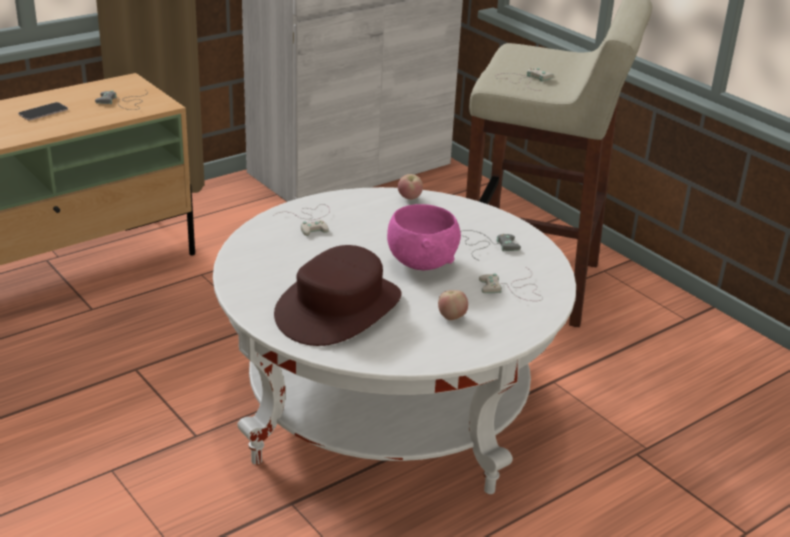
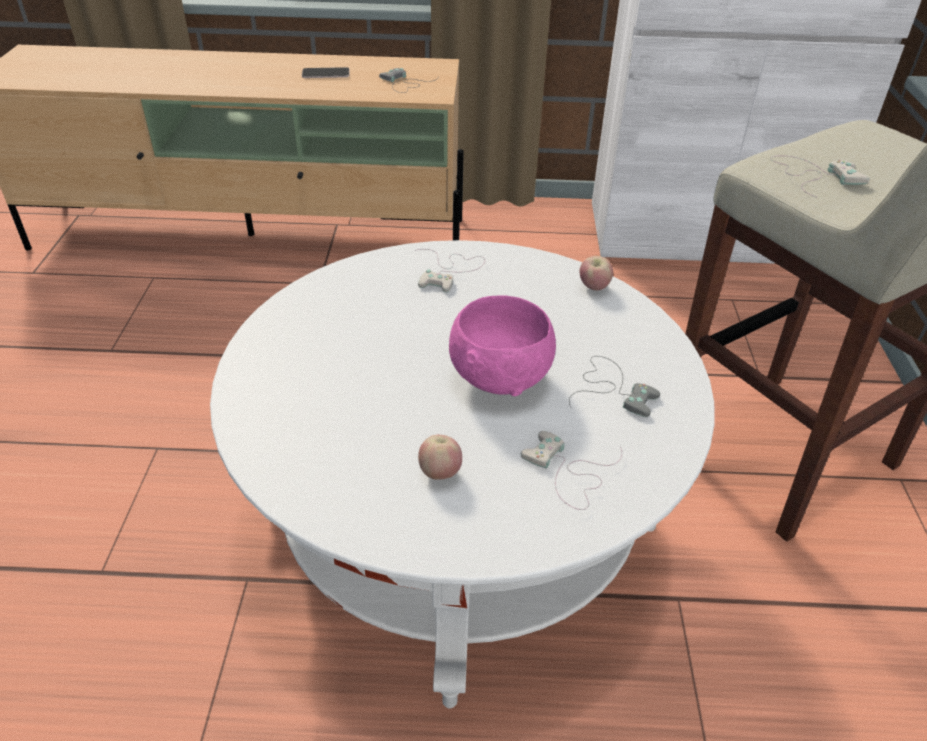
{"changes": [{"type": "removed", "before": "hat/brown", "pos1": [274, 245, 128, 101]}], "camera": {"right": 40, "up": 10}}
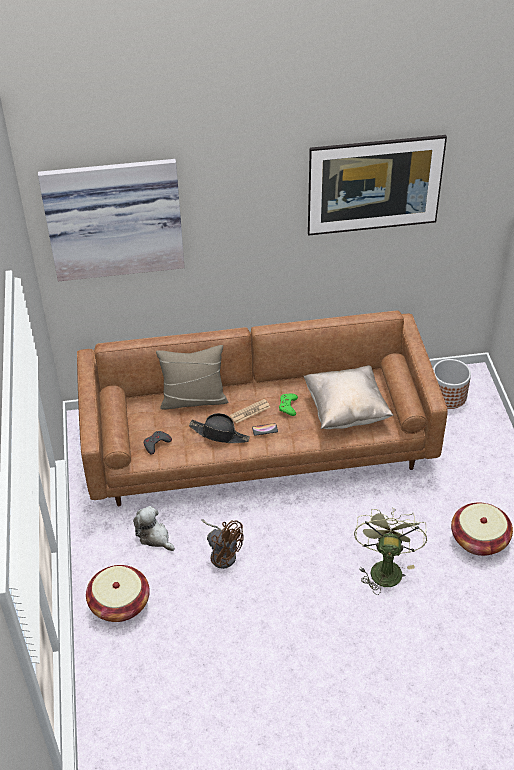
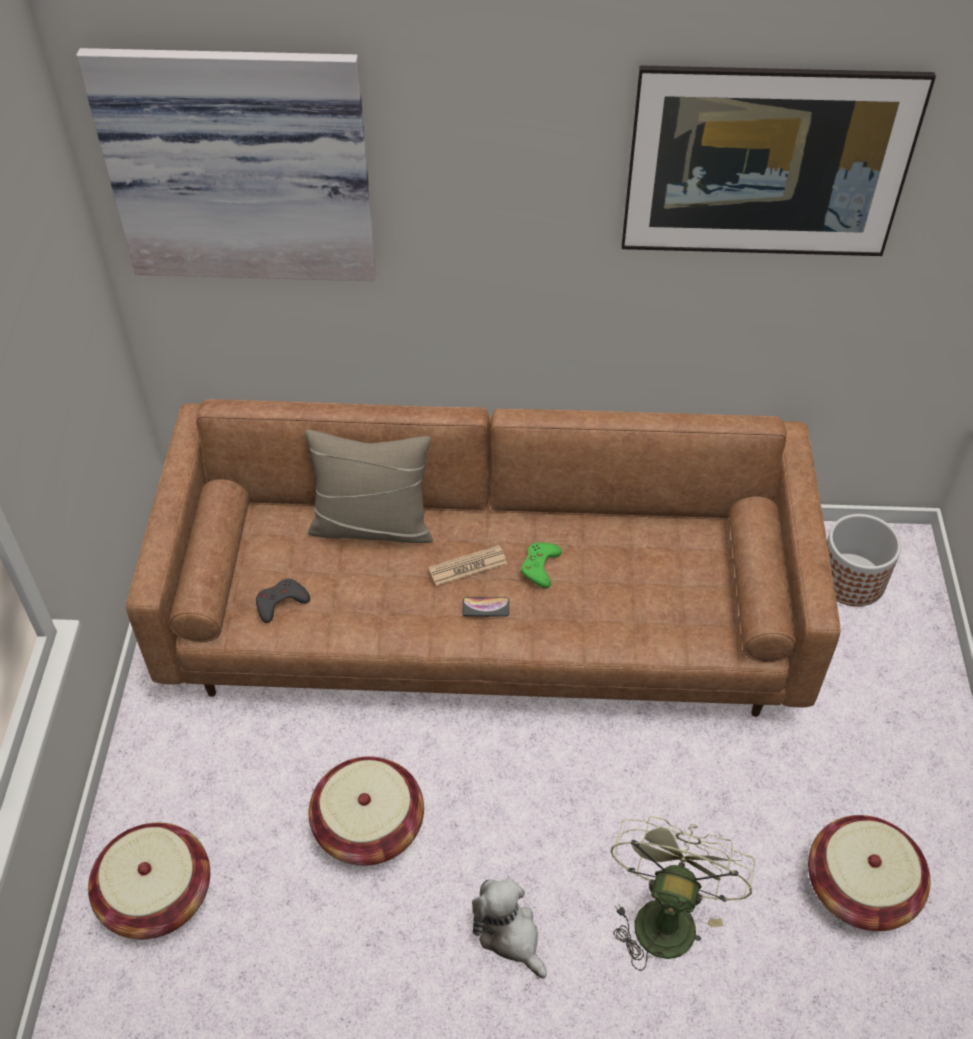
{"changes": [{"type": "replaced", "before": "fan/brown", "after": "basket", "pos1": [201, 519, 43, 50], "pos2": [309, 756, 115, 110]}, {"type": "moved", "before": "plush toy", "pos1": [133, 506, 42, 45], "pos2": [472, 878, 75, 101]}, {"type": "removed", "before": "hat/black", "pos1": [189, 413, 61, 30]}, {"type": "removed", "before": "pillow/beige", "pos1": [304, 365, 90, 64]}], "camera": {"right": 10, "up": 5}}
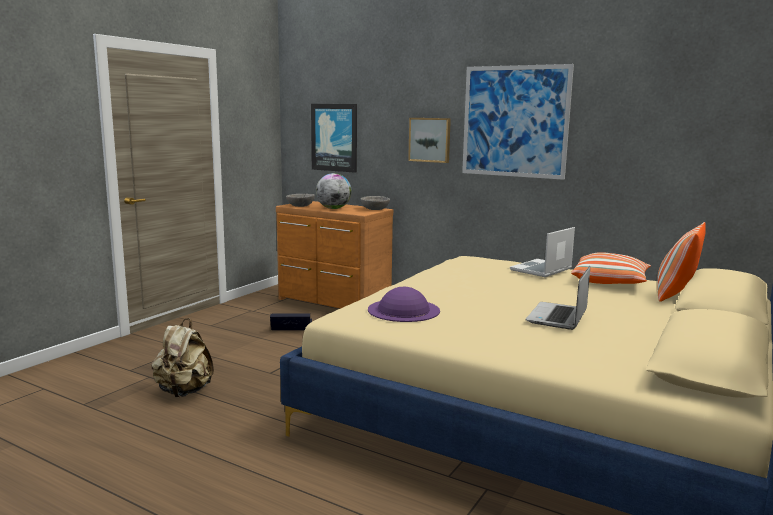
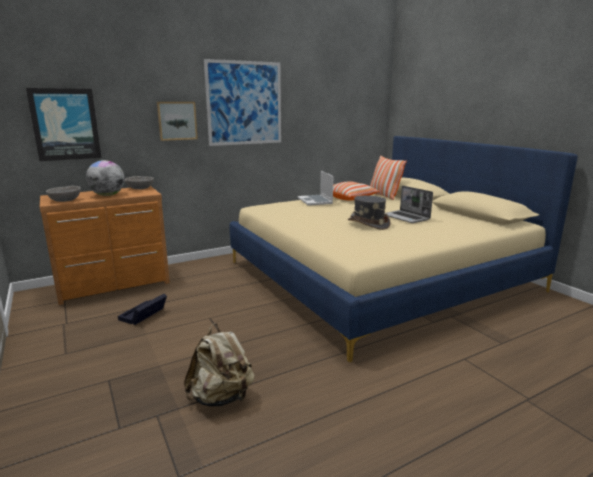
{"changes": [{"type": "added", "after": "hat/grey", "pos2": [348, 195, 43, 35]}, {"type": "removed", "before": "hat/purple", "pos1": [368, 287, 72, 35]}], "camera": {"right": -60, "up": 5}}
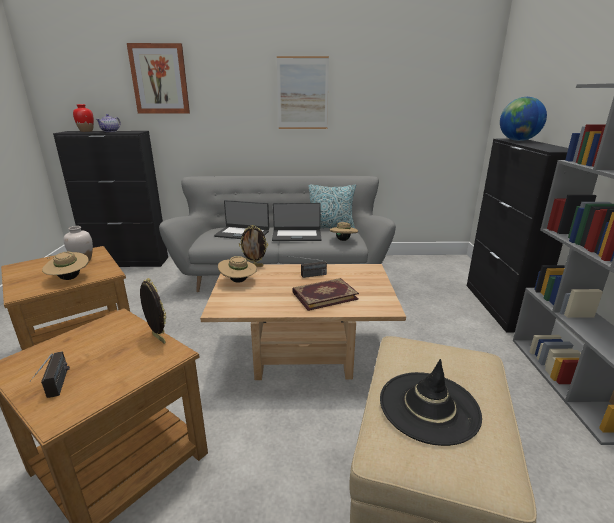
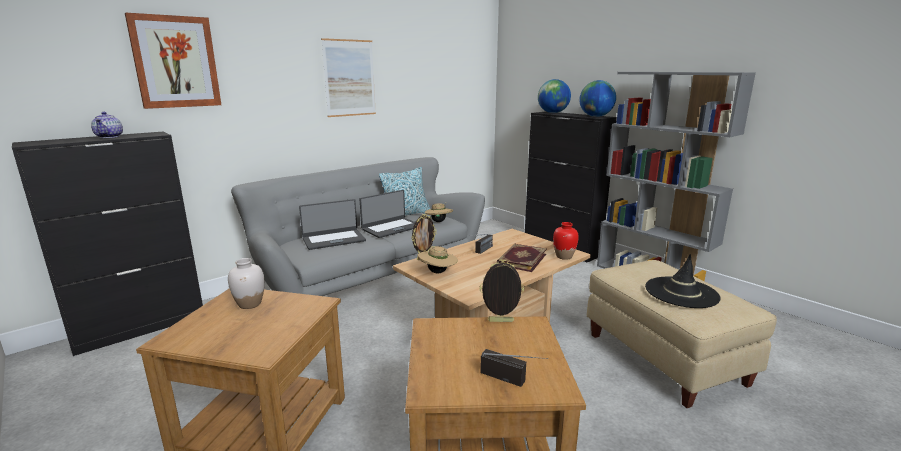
{"changes": [{"type": "moved", "before": "vase/red", "pos1": [73, 104, 21, 28], "pos2": [553, 222, 26, 38]}, {"type": "added", "after": "globe", "pos2": [579, 80, 37, 37]}, {"type": "removed", "before": "hat/beige", "pos1": [42, 252, 47, 28]}], "camera": {"right": -40, "up": -5}}
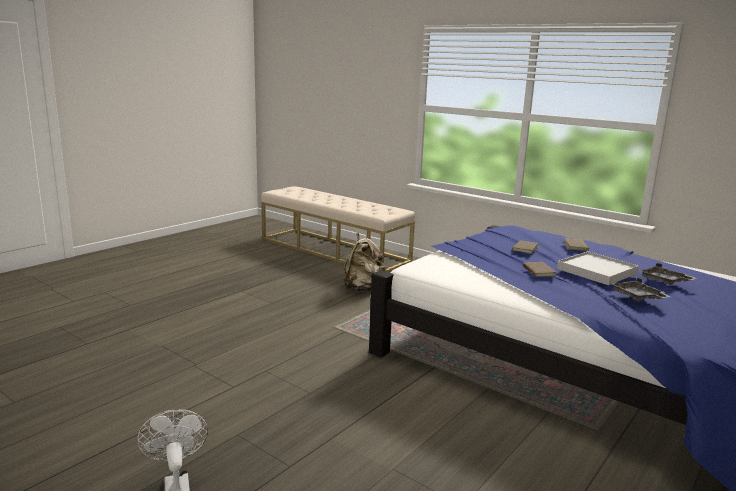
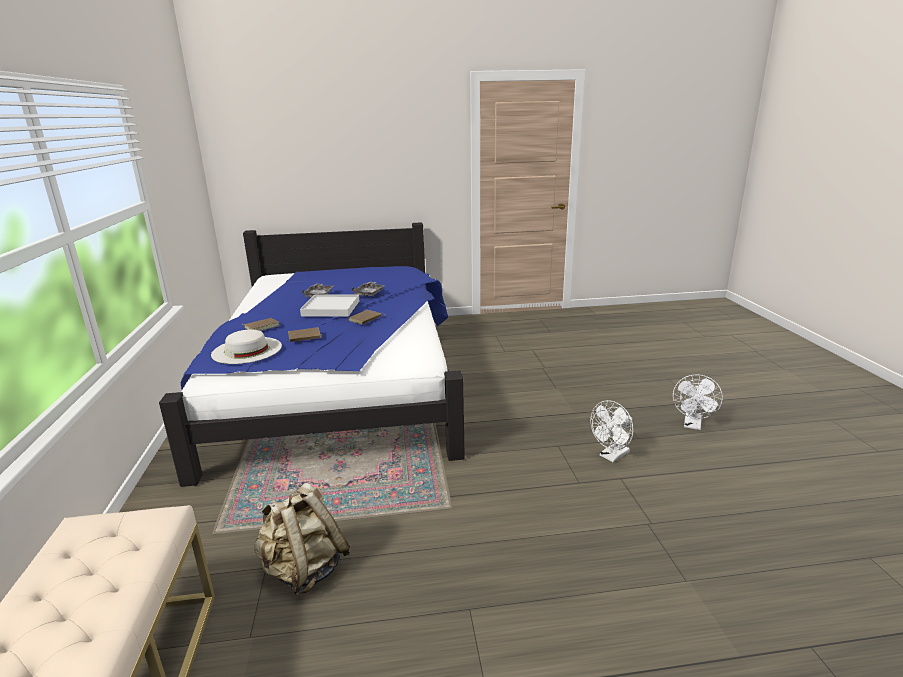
{"changes": [{"type": "added", "after": "hat/white", "pos2": [211, 330, 71, 34]}, {"type": "added", "after": "fan/white", "pos2": [590, 400, 44, 62]}], "camera": {"right": -135, "up": 5}}
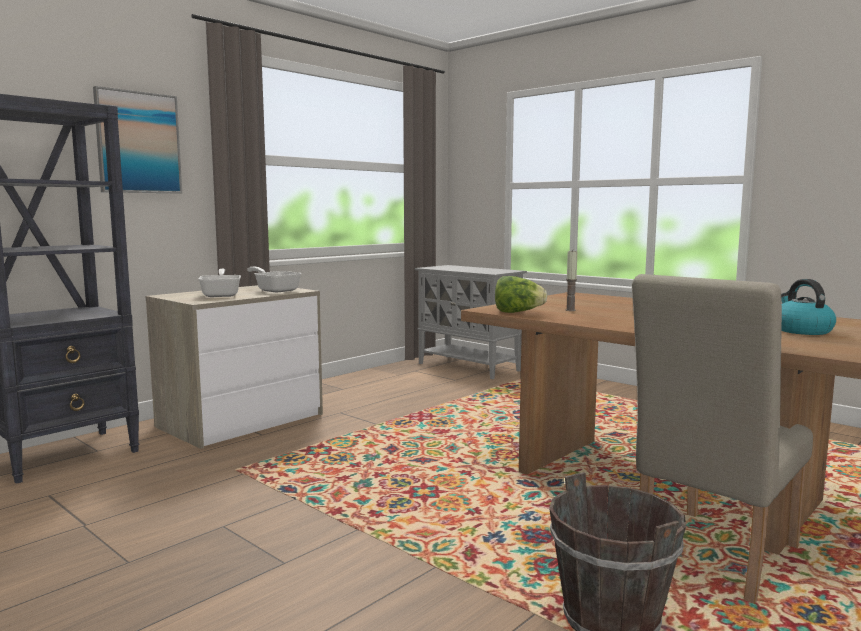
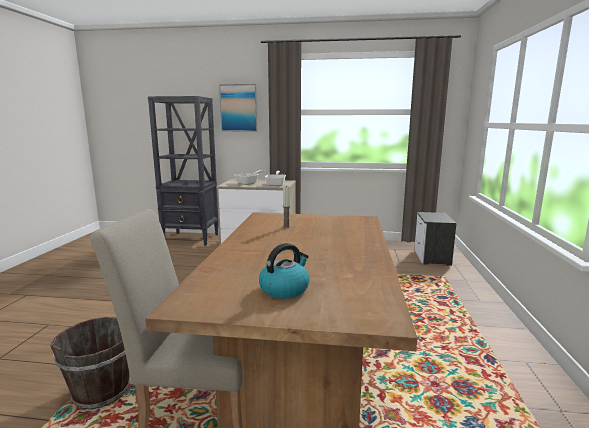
{"changes": [{"type": "replaced", "before": "cabinet/grey", "after": "nightstand", "pos1": [415, 265, 112, 114], "pos2": [414, 212, 43, 54]}, {"type": "removed", "before": "lettuce", "pos1": [495, 276, 52, 37]}], "camera": {"right": 55, "up": 5}}
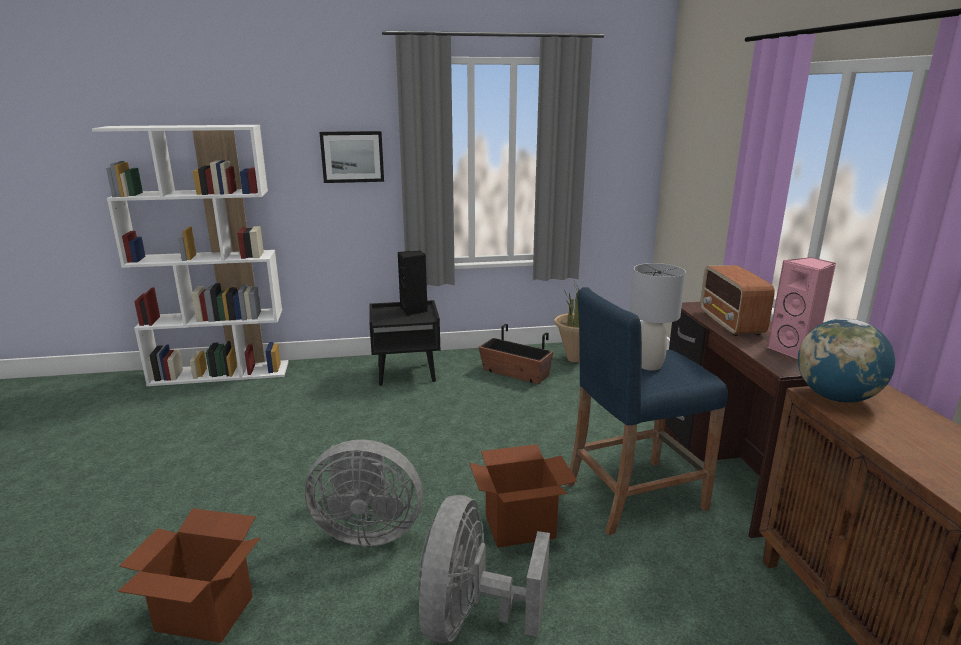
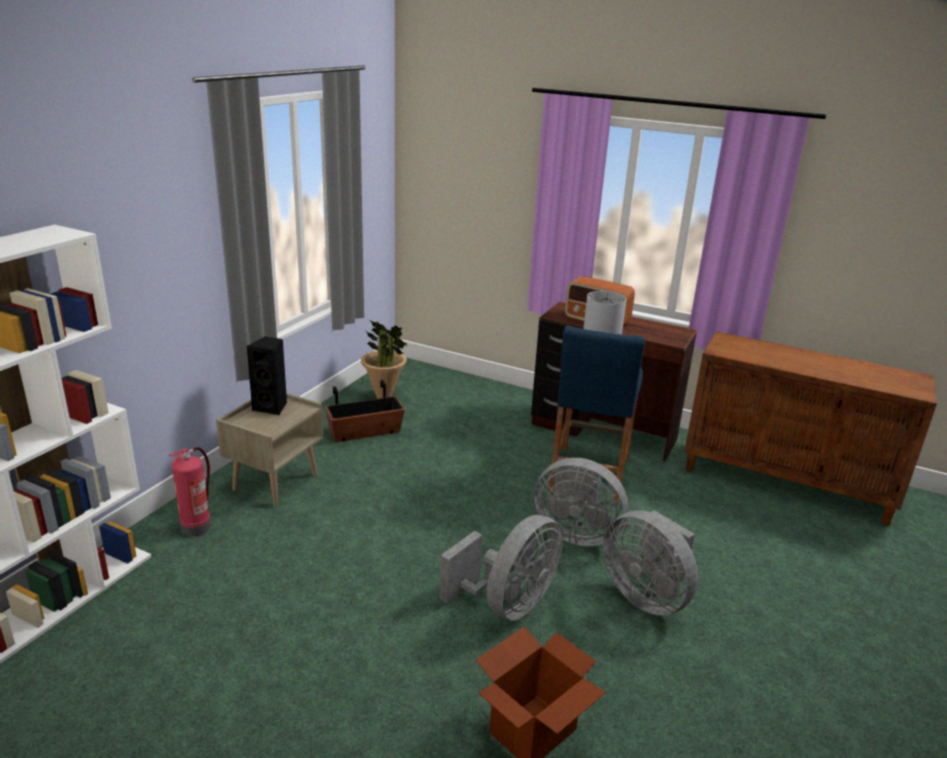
{"changes": [{"type": "added", "after": "fire extinguisher", "pos2": [169, 447, 42, 89]}, {"type": "recoloured", "before": "nightstand/black", "after": "nightstand/beige", "pos1": [369, 300, 71, 86], "pos2": [216, 393, 107, 113]}, {"type": "replaced", "before": "cardboard box", "after": "fan/grey", "pos1": [469, 444, 108, 104], "pos2": [534, 458, 95, 88]}, {"type": "removed", "before": "picture", "pos1": [319, 131, 65, 52]}, {"type": "removed", "before": "speaker/pink", "pos1": [767, 257, 69, 102]}, {"type": "removed", "before": "globe", "pos1": [798, 318, 97, 85]}], "camera": {"right": -55, "up": 5}}
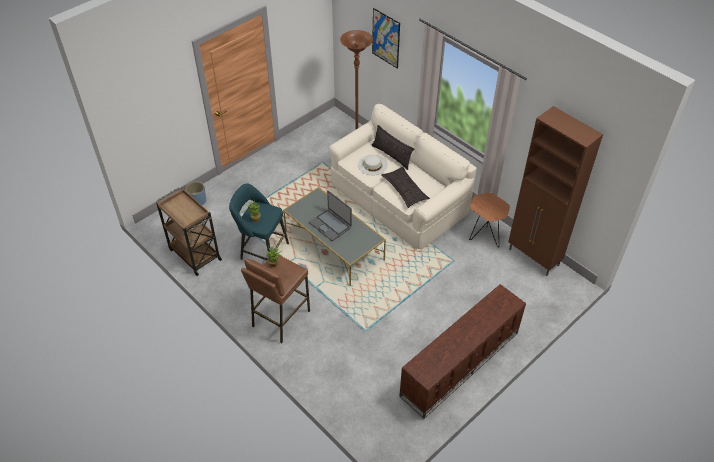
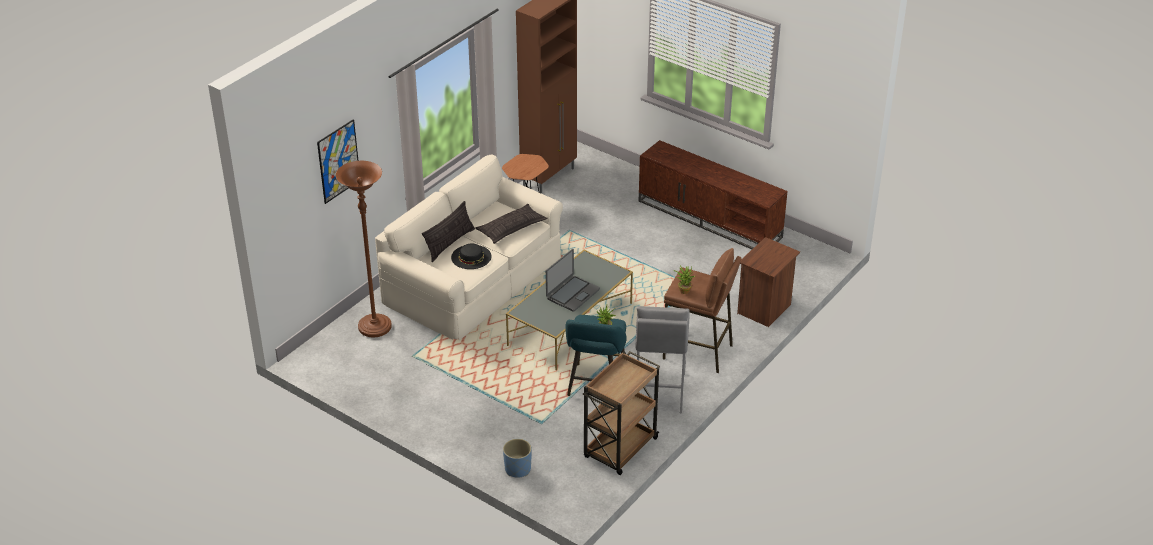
{"changes": [{"type": "recoloured", "before": "hat/white", "after": "hat/black", "pos1": [358, 155, 30, 20], "pos2": [451, 243, 41, 26]}, {"type": "added", "after": "stool/grey", "pos2": [636, 306, 54, 107]}, {"type": "added", "after": "nightstand/brown", "pos2": [737, 237, 63, 90]}], "camera": {"right": -100, "up": -10}}
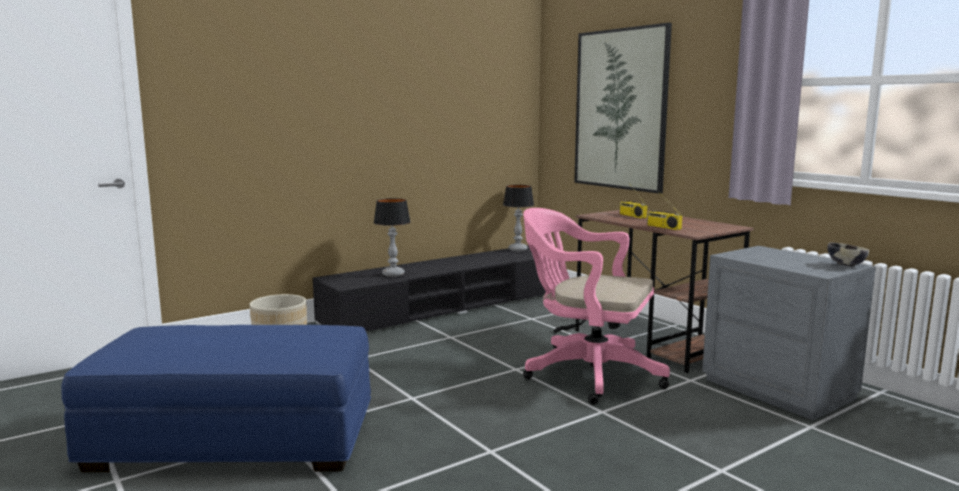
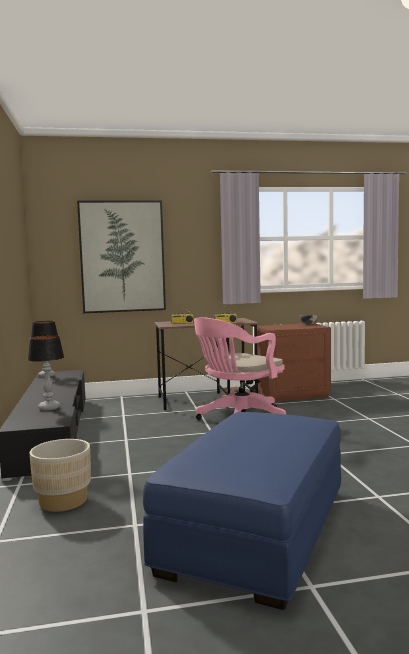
{"changes": [{"type": "recoloured", "before": "nightstand/grey", "after": "nightstand/brown", "pos1": [702, 246, 174, 174], "pos2": [257, 323, 74, 79]}], "camera": {"right": -65, "up": -5}}
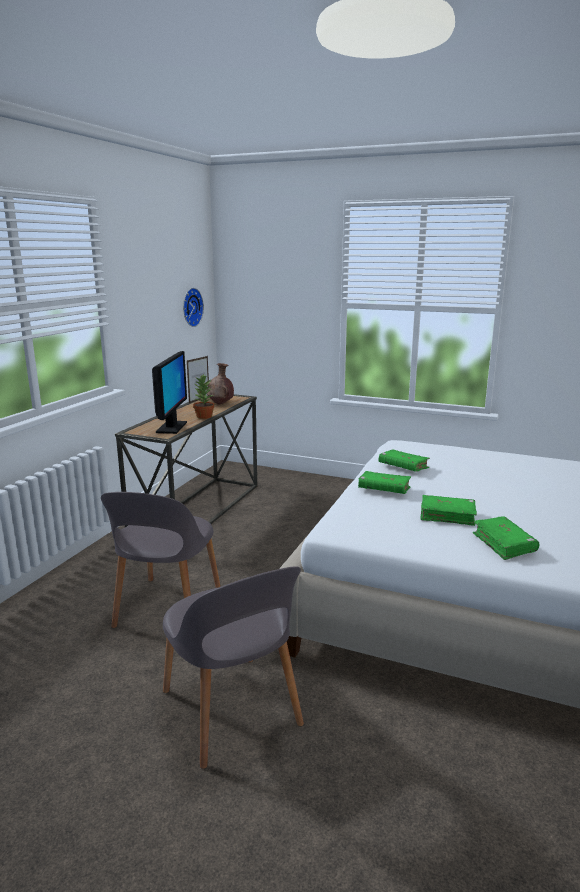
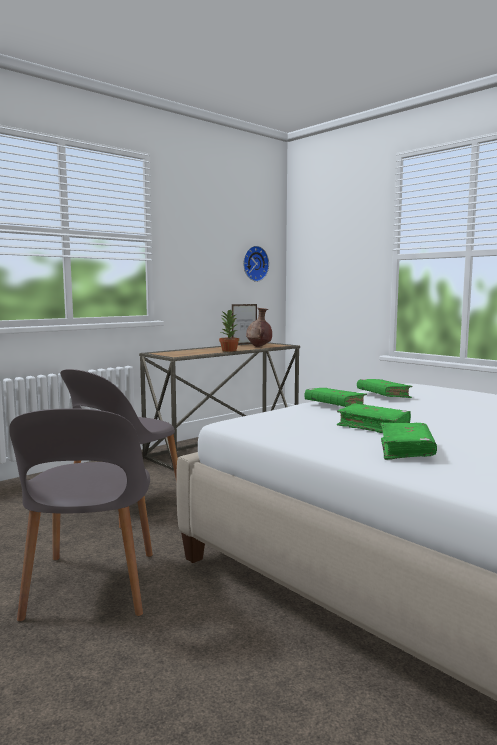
{"changes": [{"type": "removed", "before": "monitor", "pos1": [152, 351, 35, 83]}], "camera": {"right": 25, "up": -10}}
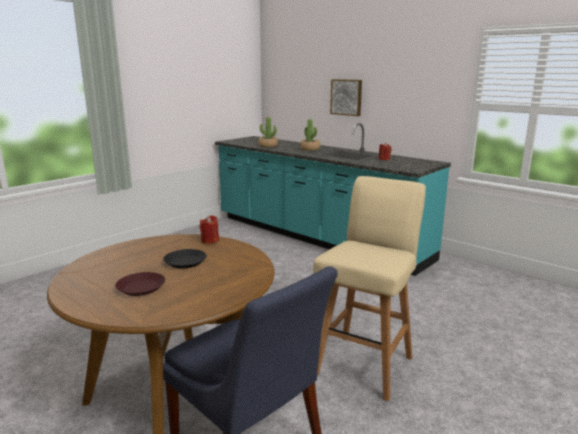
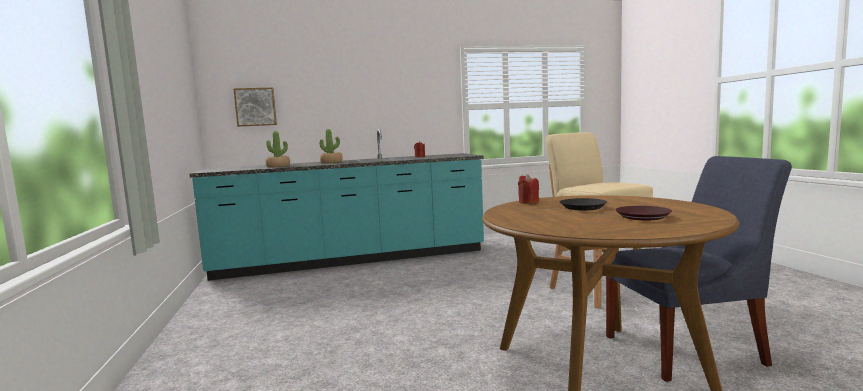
{"changes": [{"type": "moved", "before": "picture", "pos1": [330, 79, 32, 37], "pos2": [233, 87, 44, 40]}], "camera": {"right": -55, "up": -10}}
